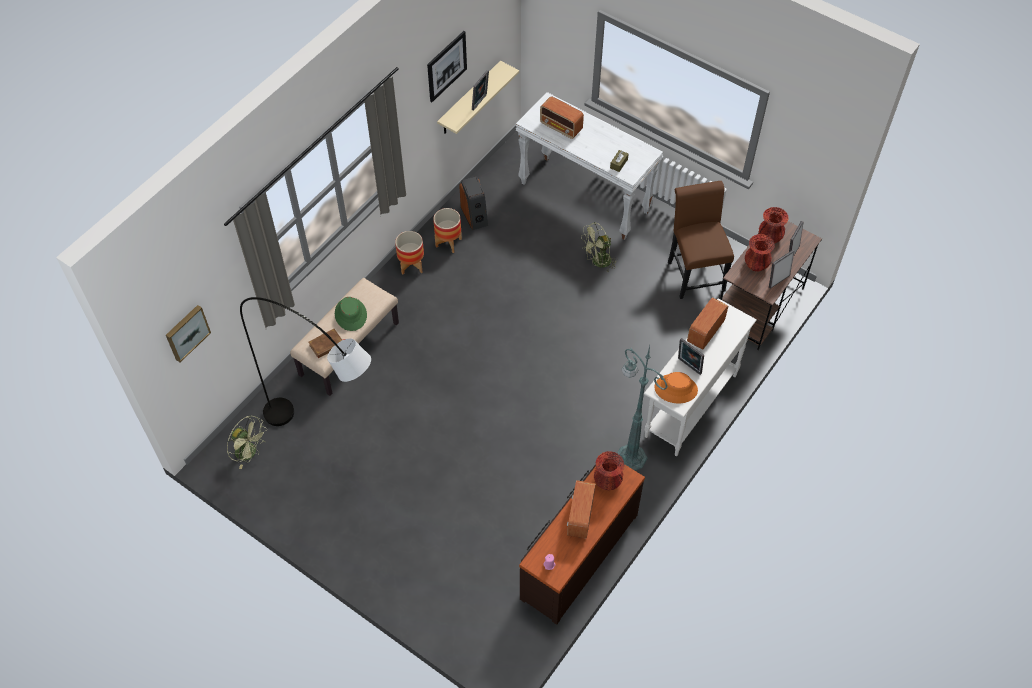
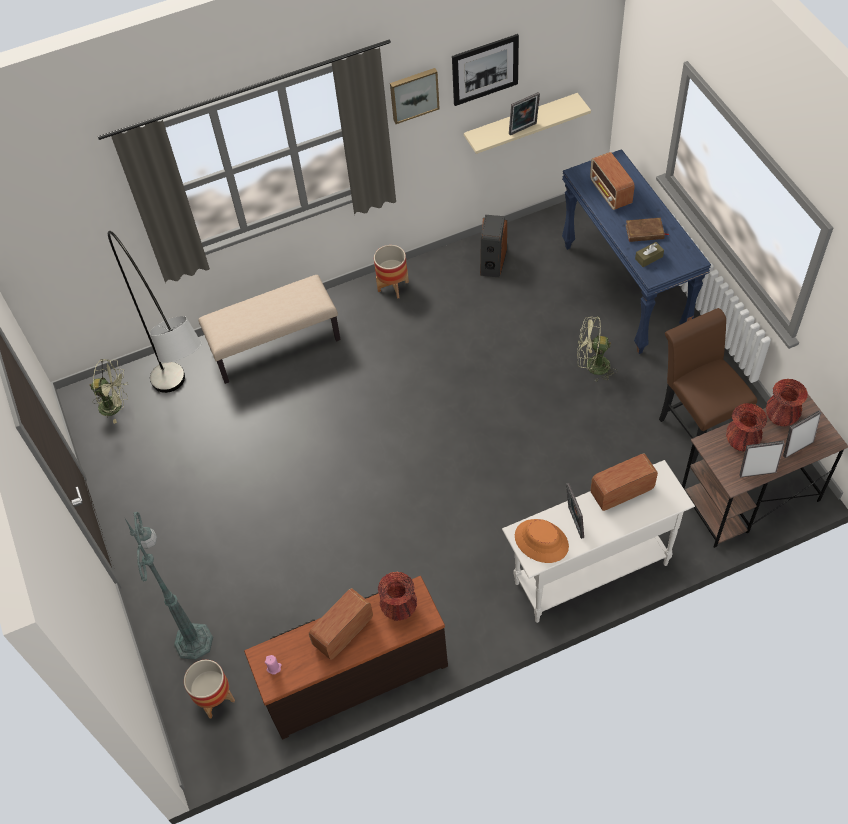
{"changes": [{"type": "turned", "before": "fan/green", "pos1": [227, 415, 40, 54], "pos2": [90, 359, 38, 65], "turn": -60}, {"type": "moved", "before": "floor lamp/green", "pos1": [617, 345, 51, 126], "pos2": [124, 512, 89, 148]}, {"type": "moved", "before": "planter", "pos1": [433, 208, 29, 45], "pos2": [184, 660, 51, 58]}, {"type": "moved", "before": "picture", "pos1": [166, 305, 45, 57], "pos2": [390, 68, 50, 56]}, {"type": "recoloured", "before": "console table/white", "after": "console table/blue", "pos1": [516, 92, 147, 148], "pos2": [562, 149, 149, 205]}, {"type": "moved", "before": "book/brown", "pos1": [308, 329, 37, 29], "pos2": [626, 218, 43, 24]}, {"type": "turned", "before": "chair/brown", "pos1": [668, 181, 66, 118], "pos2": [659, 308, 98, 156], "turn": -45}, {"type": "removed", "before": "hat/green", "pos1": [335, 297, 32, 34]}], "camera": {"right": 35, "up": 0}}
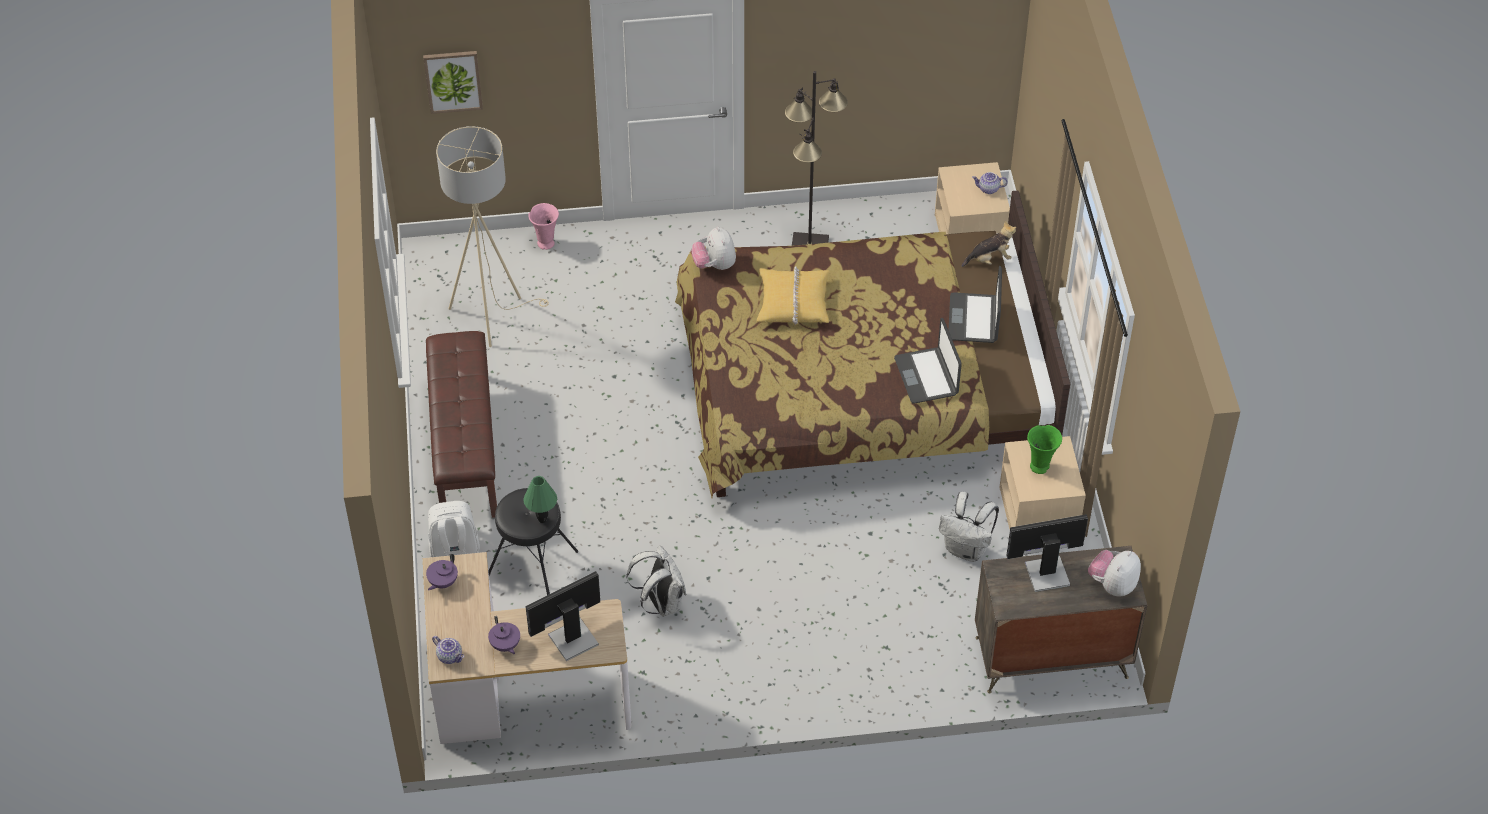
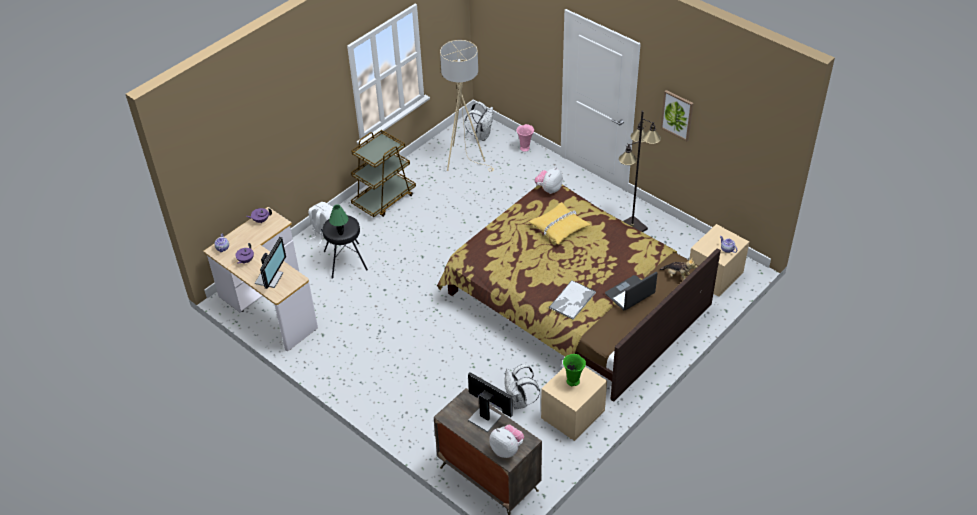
{"changes": [{"type": "turned", "before": "monitor", "pos1": [525, 571, 75, 90], "pos2": [255, 237, 31, 52], "turn": 90}, {"type": "replaced", "before": "bench/brown", "after": "cart/brown", "pos1": [426, 331, 71, 187], "pos2": [351, 130, 65, 87]}, {"type": "moved", "before": "backpack/white", "pos1": [627, 545, 59, 72], "pos2": [464, 102, 29, 39]}, {"type": "turned", "before": "plush toy", "pos1": [1088, 550, 53, 47], "pos2": [489, 425, 35, 33], "turn": 45}, {"type": "replaced", "before": "laptop", "after": "tray", "pos1": [894, 318, 68, 86], "pos2": [549, 280, 47, 40]}, {"type": "moved", "before": "picture", "pos1": [423, 51, 60, 63], "pos2": [661, 90, 32, 51]}], "camera": {"right": 50, "up": -5}}
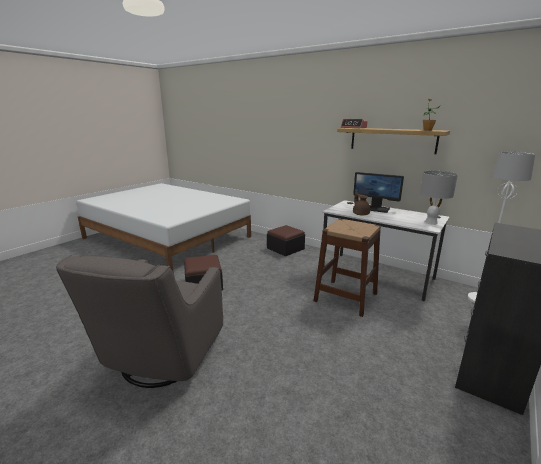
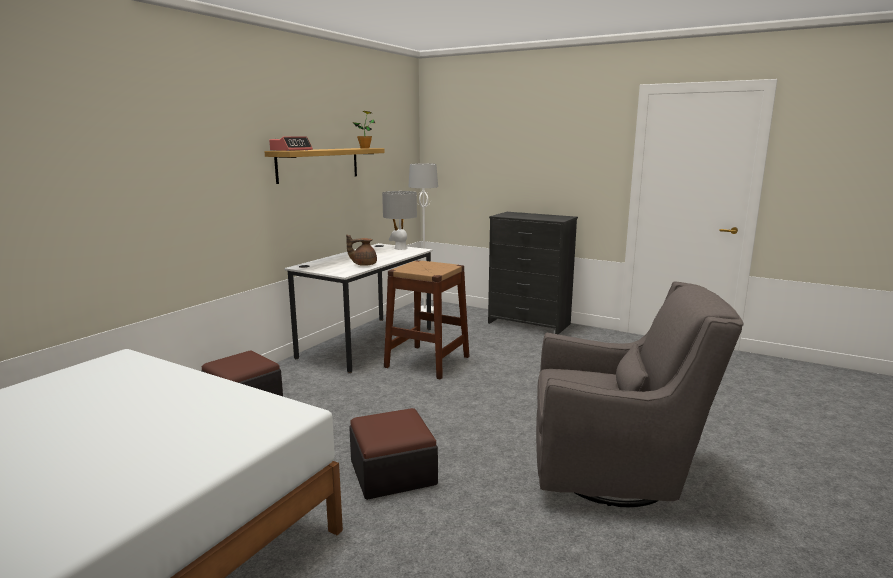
{"changes": [{"type": "removed", "before": "monitor", "pos1": [353, 172, 51, 41]}], "camera": {"right": -95, "up": -5}}
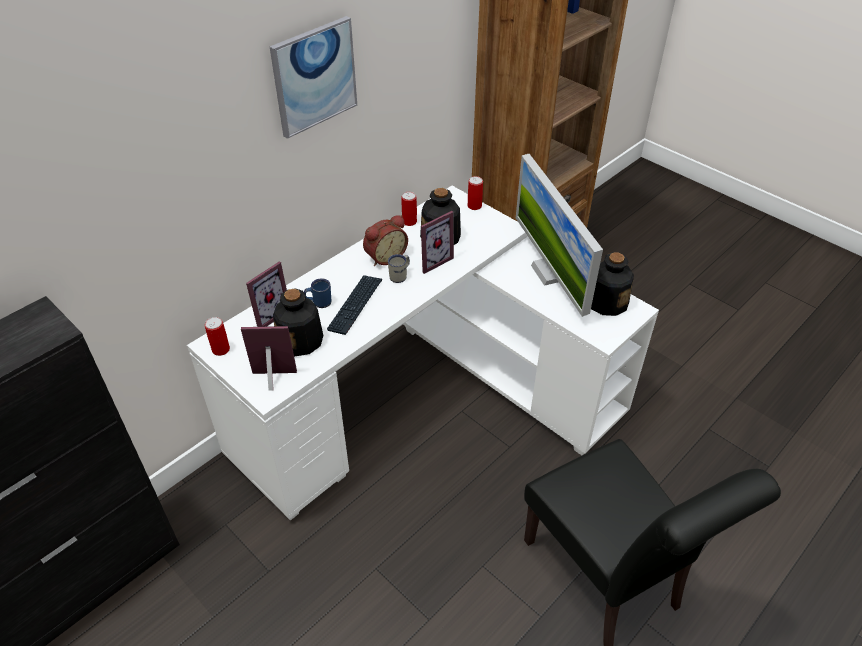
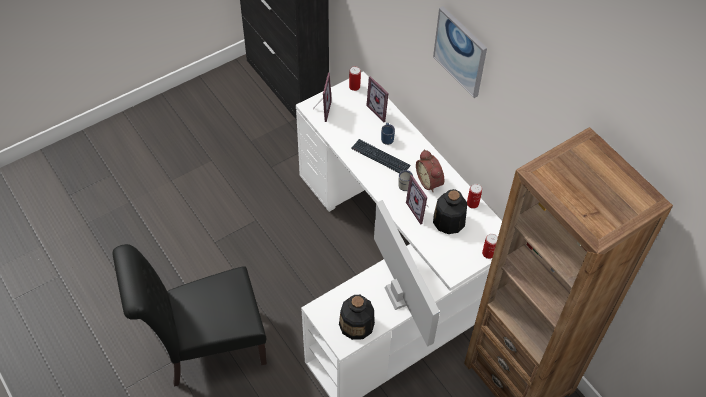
{"changes": [{"type": "turned", "before": "monitor", "pos1": [516, 154, 87, 163], "pos2": [374, 200, 66, 147], "turn": 75}, {"type": "removed", "before": "bottle", "pos1": [273, 288, 50, 68]}], "camera": {"right": 100, "up": 10}}
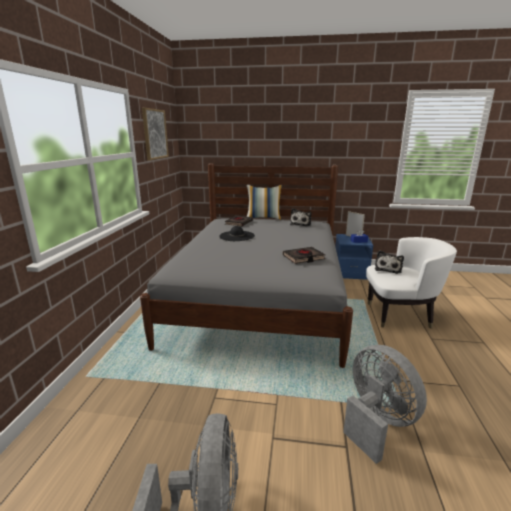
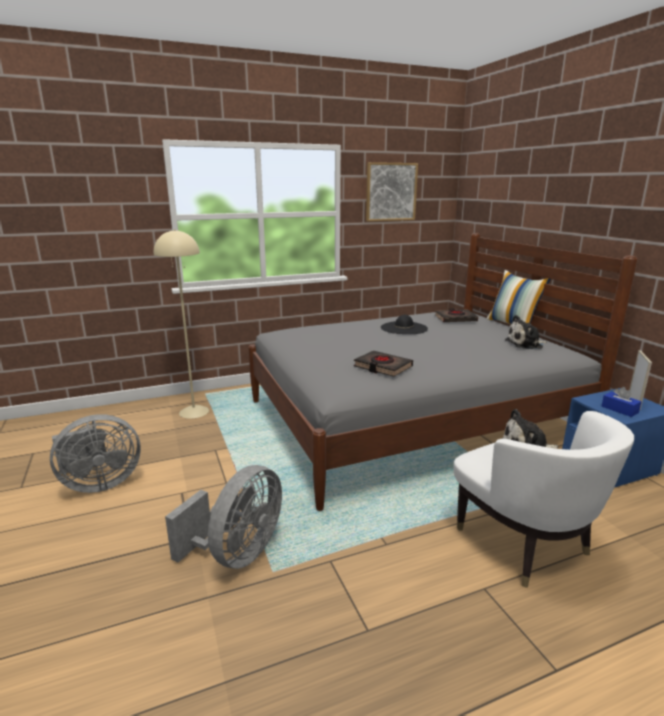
{"changes": [{"type": "added", "after": "floor lamp/beige", "pos2": [154, 229, 55, 190]}], "camera": {"right": 60, "up": 0}}
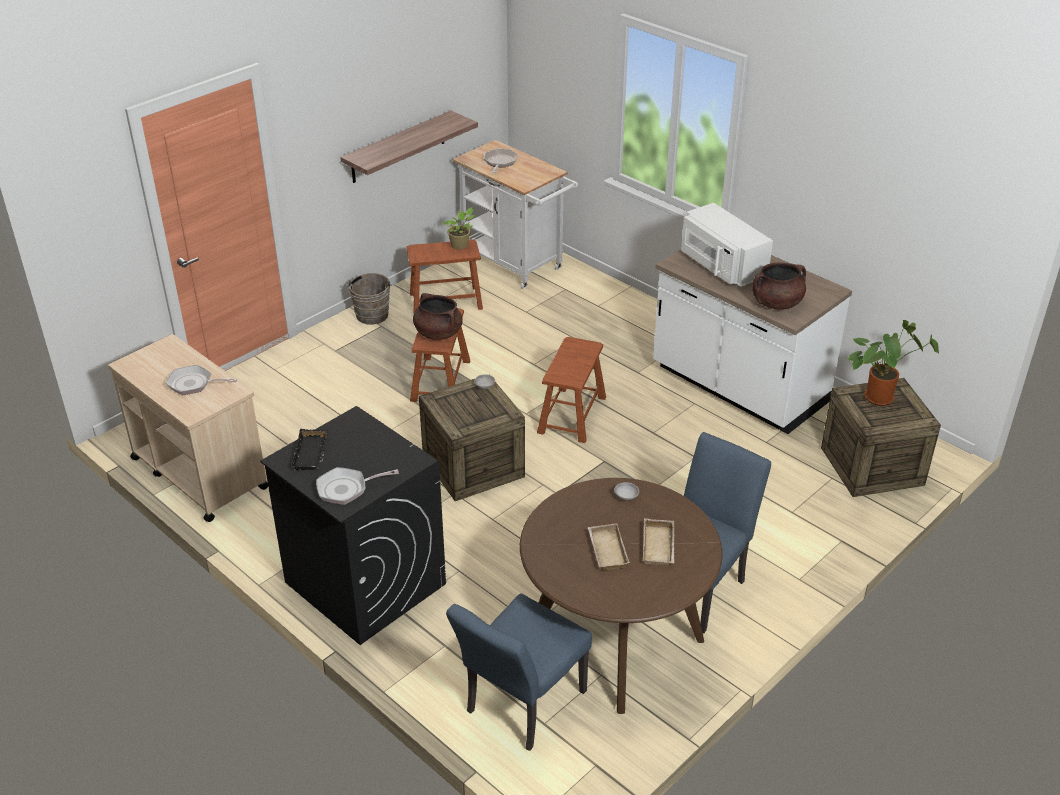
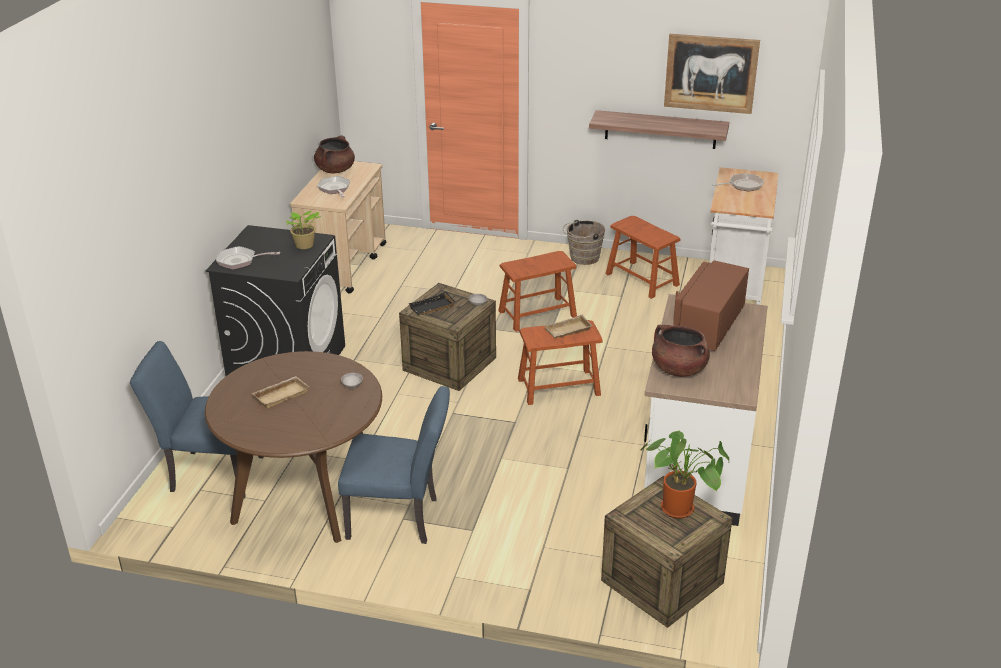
{"changes": [{"type": "turned", "before": "frying pan", "pos1": [316, 467, 83, 38], "pos2": [216, 246, 64, 24], "turn": -45}, {"type": "moved", "before": "potted plant", "pos1": [442, 208, 33, 41], "pos2": [286, 211, 35, 38]}, {"type": "moved", "before": "cooking pot/brown", "pos1": [413, 293, 50, 47], "pos2": [314, 135, 41, 38]}, {"type": "moved", "before": "tray/black", "pos1": [291, 429, 38, 42], "pos2": [408, 292, 48, 23]}, {"type": "moved", "before": "tray/beige", "pos1": [643, 518, 32, 47], "pos2": [544, 315, 49, 23]}, {"type": "added", "after": "picture", "pos2": [664, 34, 96, 80]}, {"type": "recoloured", "before": "microwave/white", "after": "microwave/brown", "pos1": [681, 203, 92, 84], "pos2": [673, 260, 76, 91]}], "camera": {"right": 60, "up": -5}}
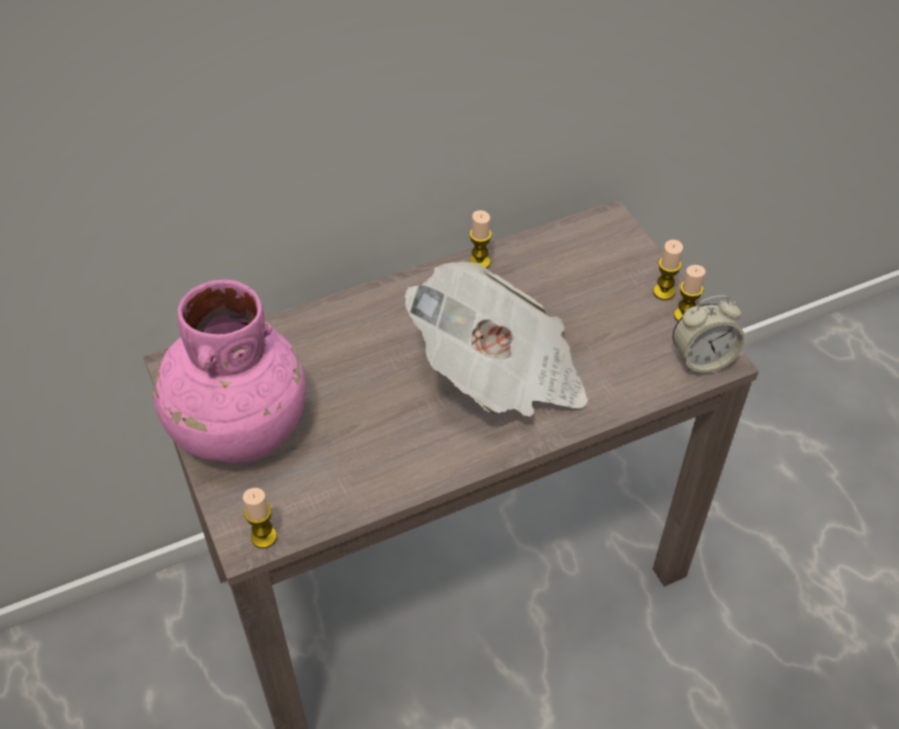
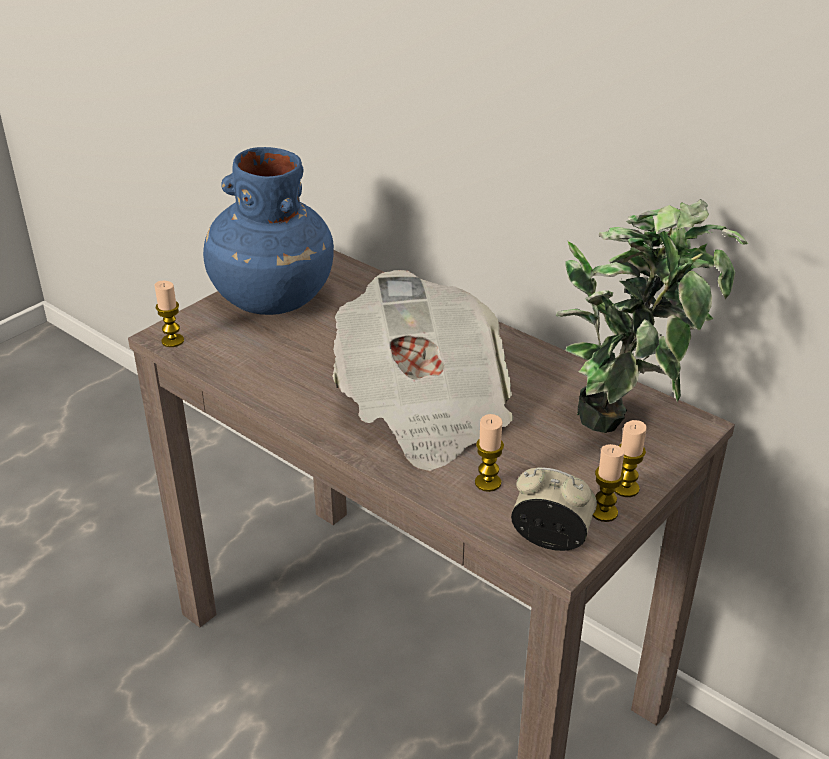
{"changes": [{"type": "recoloured", "before": "vase/pink", "after": "vase/blue", "pos1": [153, 280, 153, 183], "pos2": [203, 147, 131, 168]}, {"type": "moved", "before": "candle", "pos1": [469, 210, 23, 58], "pos2": [475, 414, 29, 78]}, {"type": "turned", "before": "alarm clock", "pos1": [673, 295, 72, 78], "pos2": [511, 467, 86, 84], "turn": 150}, {"type": "added", "after": "potted plant", "pos2": [556, 199, 192, 234]}], "camera": {"right": 65, "up": -15}}
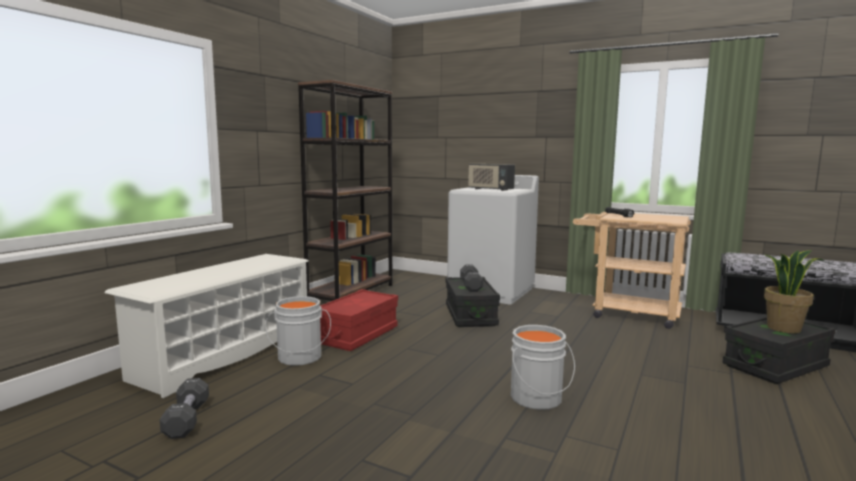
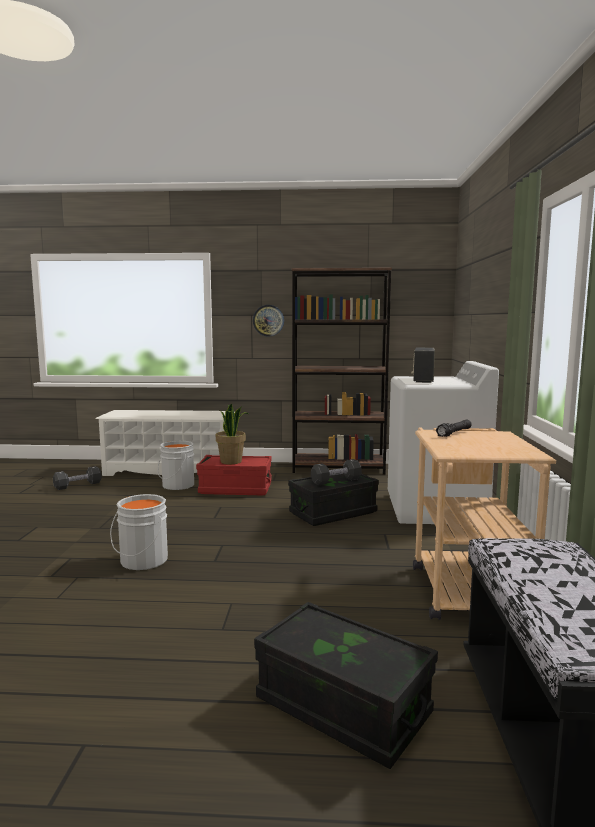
{"changes": [{"type": "moved", "before": "potted plant", "pos1": [764, 250, 61, 84], "pos2": [216, 403, 32, 61]}, {"type": "added", "after": "wall clock", "pos2": [253, 305, 31, 32]}], "camera": {"right": 65, "up": 0}}
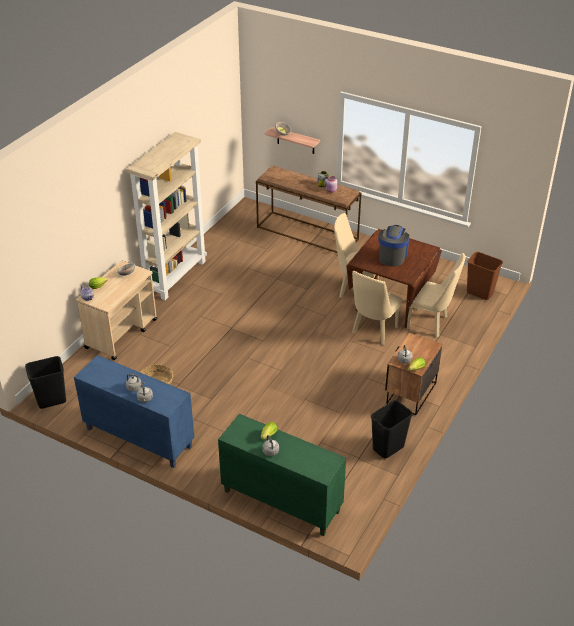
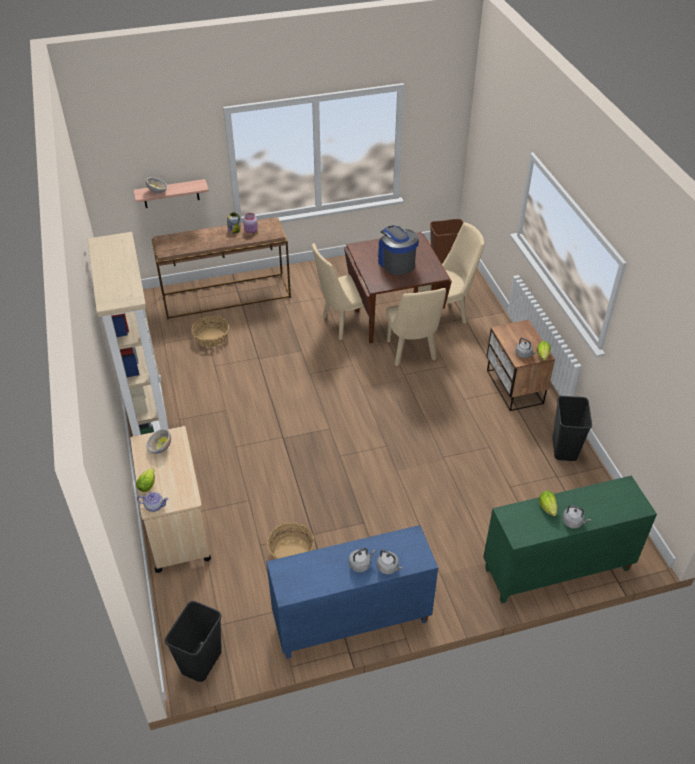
{"changes": [{"type": "added", "after": "basket", "pos2": [191, 316, 38, 31]}], "camera": {"right": -45, "up": 5}}
